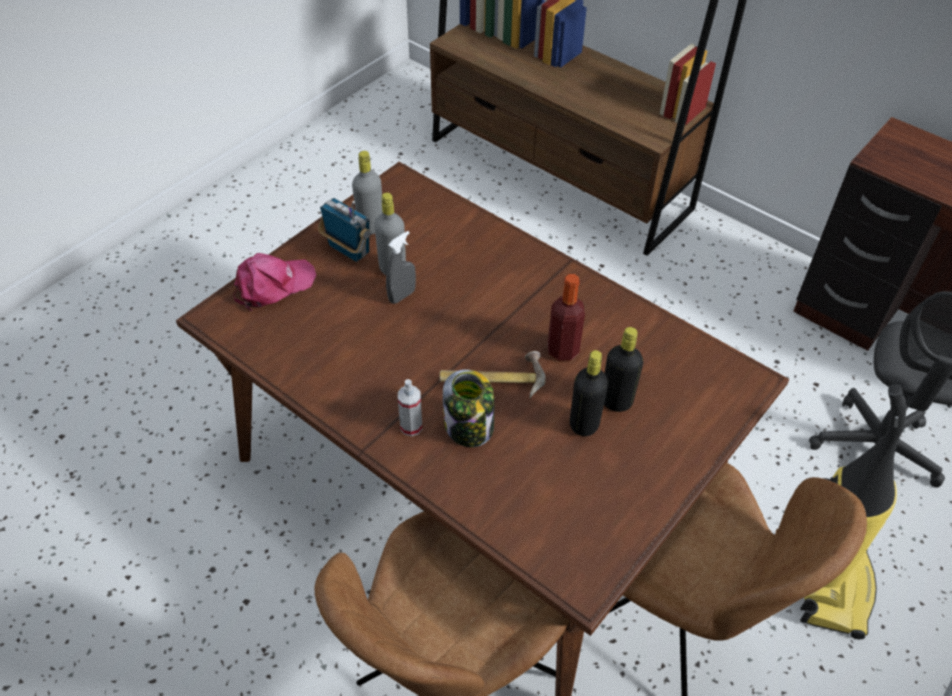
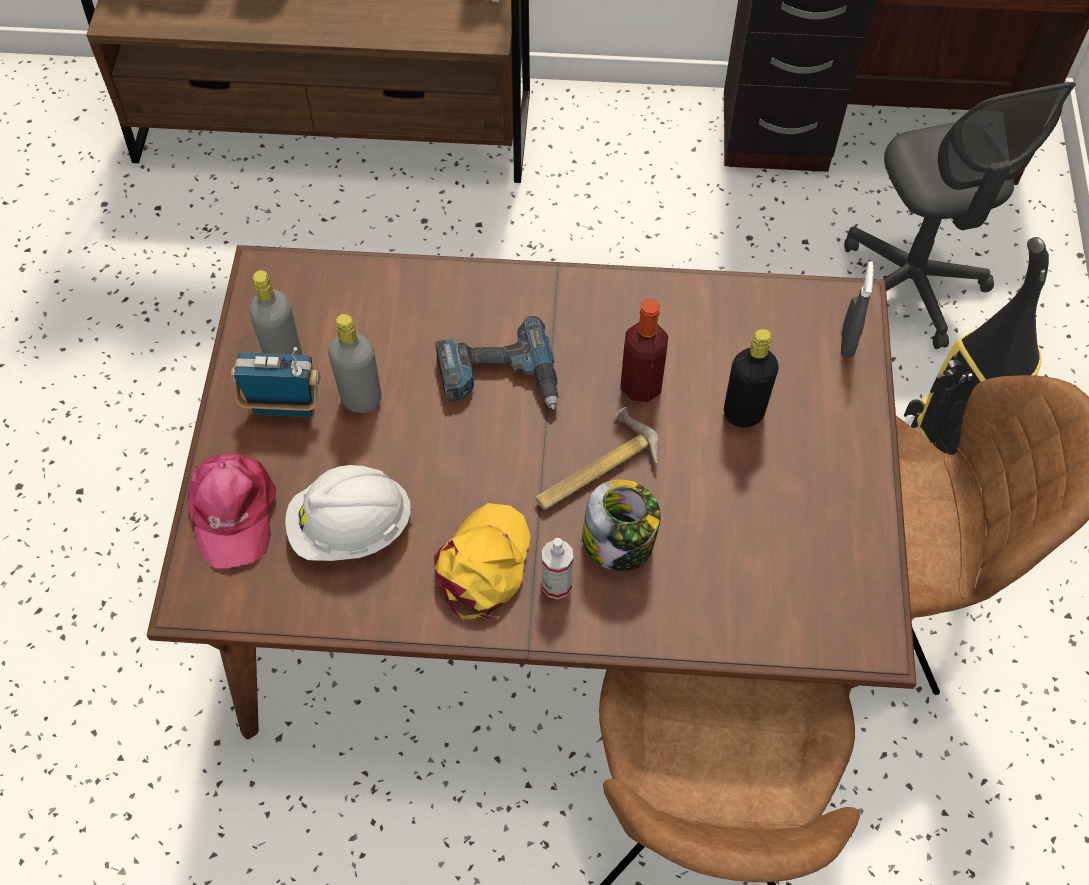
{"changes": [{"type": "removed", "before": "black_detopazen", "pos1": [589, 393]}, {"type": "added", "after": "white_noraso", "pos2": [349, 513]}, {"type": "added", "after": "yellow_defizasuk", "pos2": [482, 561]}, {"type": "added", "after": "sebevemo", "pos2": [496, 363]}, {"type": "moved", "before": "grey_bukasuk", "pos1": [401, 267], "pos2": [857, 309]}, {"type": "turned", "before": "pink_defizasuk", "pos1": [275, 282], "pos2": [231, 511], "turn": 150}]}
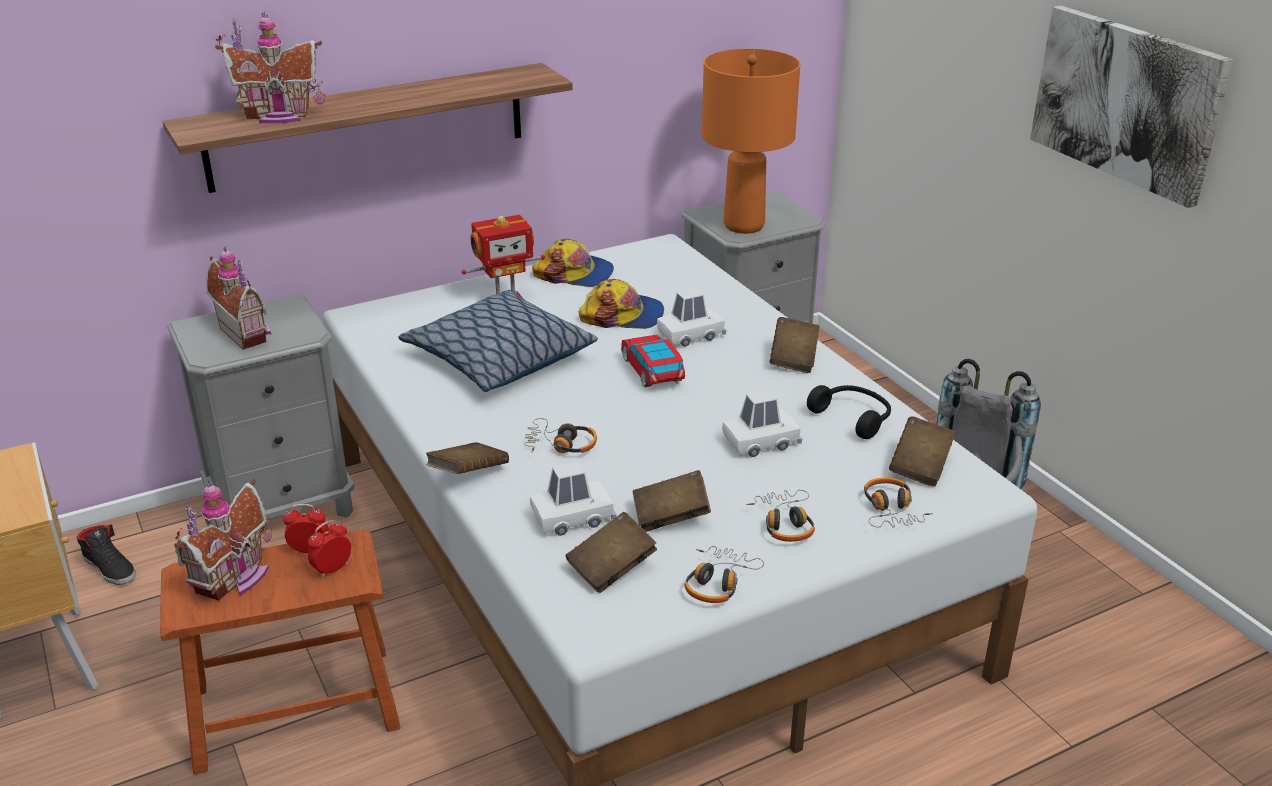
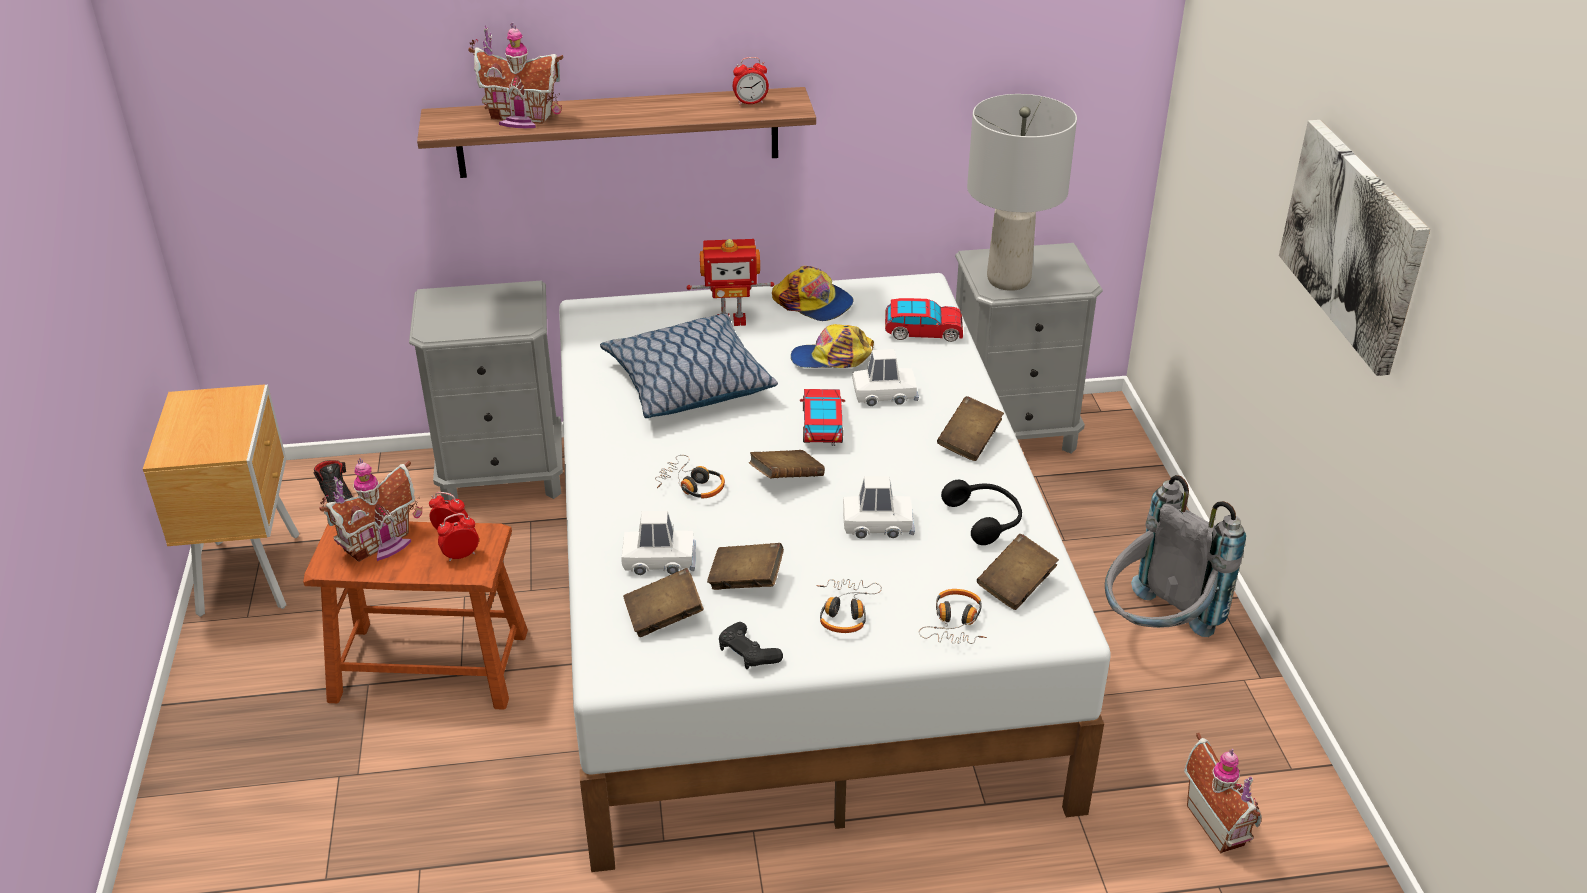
{"changes": [{"type": "added", "after": "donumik", "pos2": [751, 81]}, {"type": "added", "after": "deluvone", "pos2": [924, 320]}, {"type": "moved", "before": "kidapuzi", "pos1": [238, 298], "pos2": [1223, 793]}, {"type": "moved", "before": "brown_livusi", "pos1": [467, 458], "pos2": [787, 464]}, {"type": "replaced", "before": "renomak", "after": "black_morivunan", "pos1": [724, 574], "pos2": [751, 645]}, {"type": "recoloured", "before": "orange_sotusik", "after": "grey_sotusik", "pos1": [751, 141], "pos2": [1022, 192]}, {"type": "turned", "before": "defizasuk", "pos1": [621, 304], "pos2": [832, 346], "turn": 150}]}
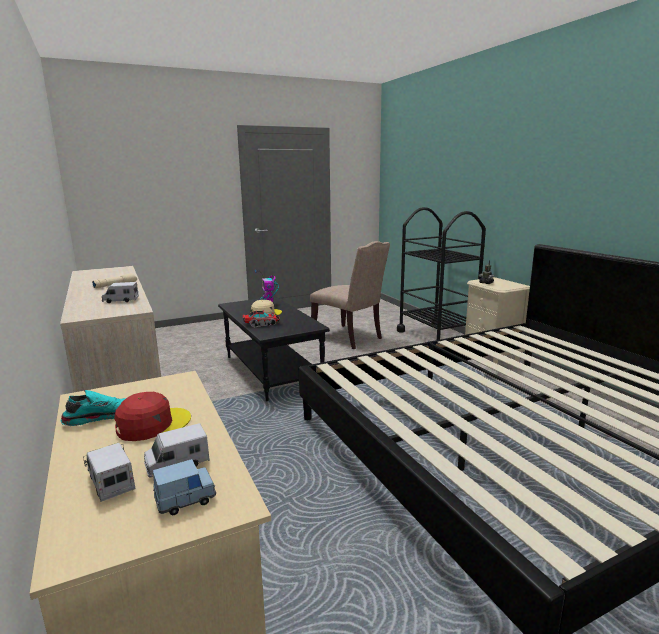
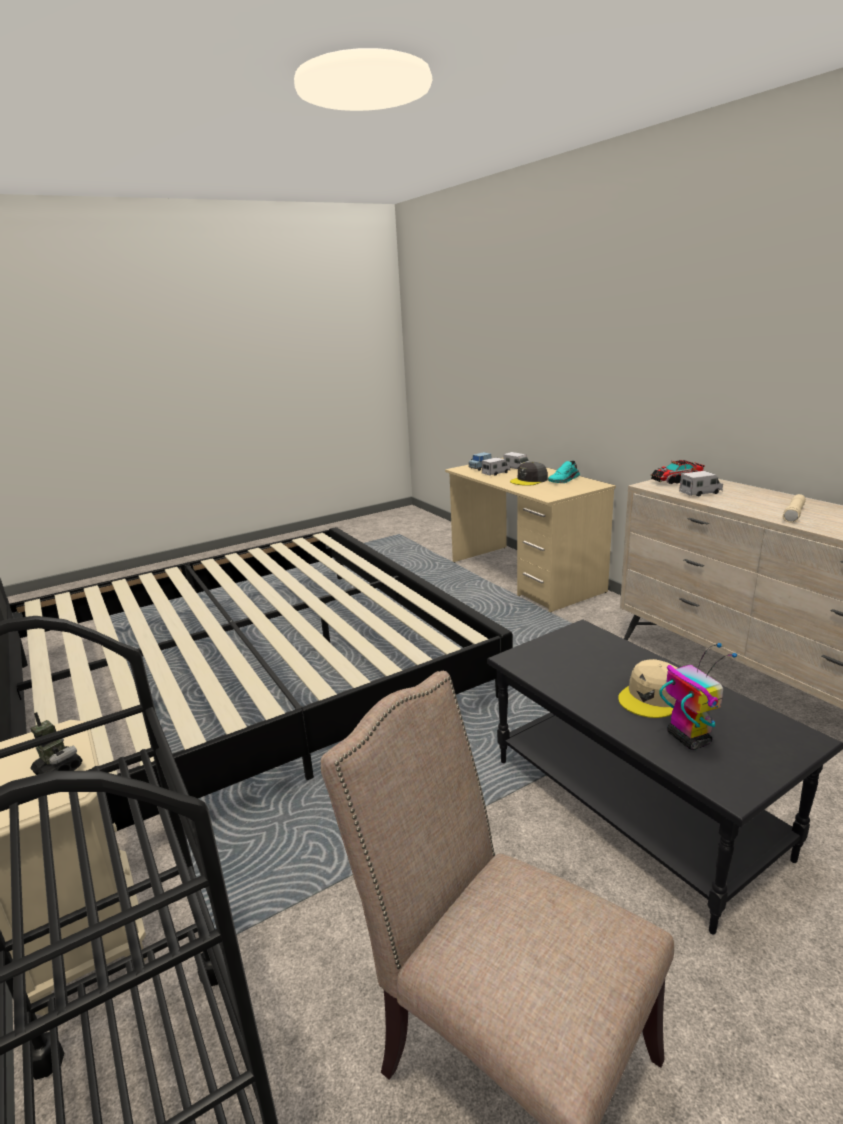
{"changes": [{"type": "moved", "before": "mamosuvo", "pos1": [261, 318], "pos2": [678, 472]}, {"type": "recoloured", "before": "red_defizasuk", "after": "grey_defizasuk", "pos1": [152, 416], "pos2": [529, 474]}]}
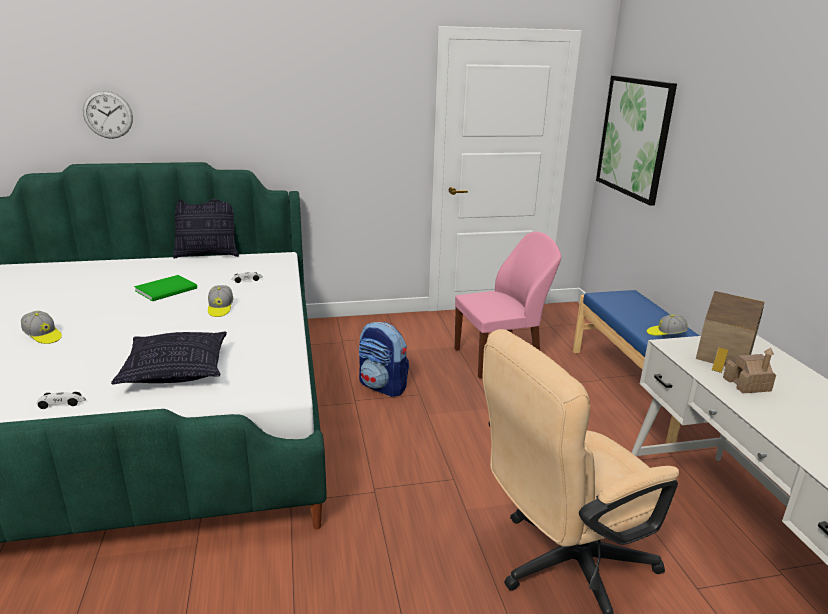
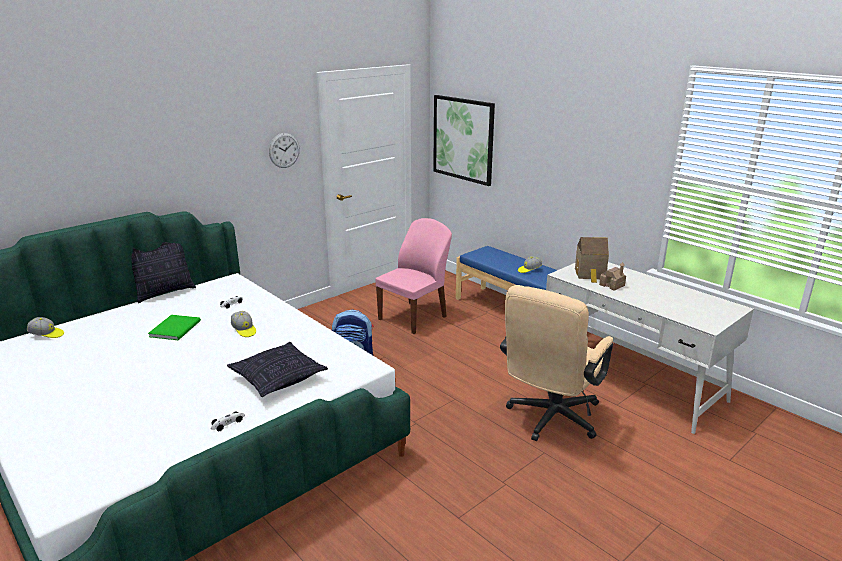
{"changes": [{"type": "moved", "before": "defizasuk", "pos1": [41, 327], "pos2": [45, 327]}, {"type": "moved", "before": "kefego", "pos1": [108, 115], "pos2": [284, 150]}]}
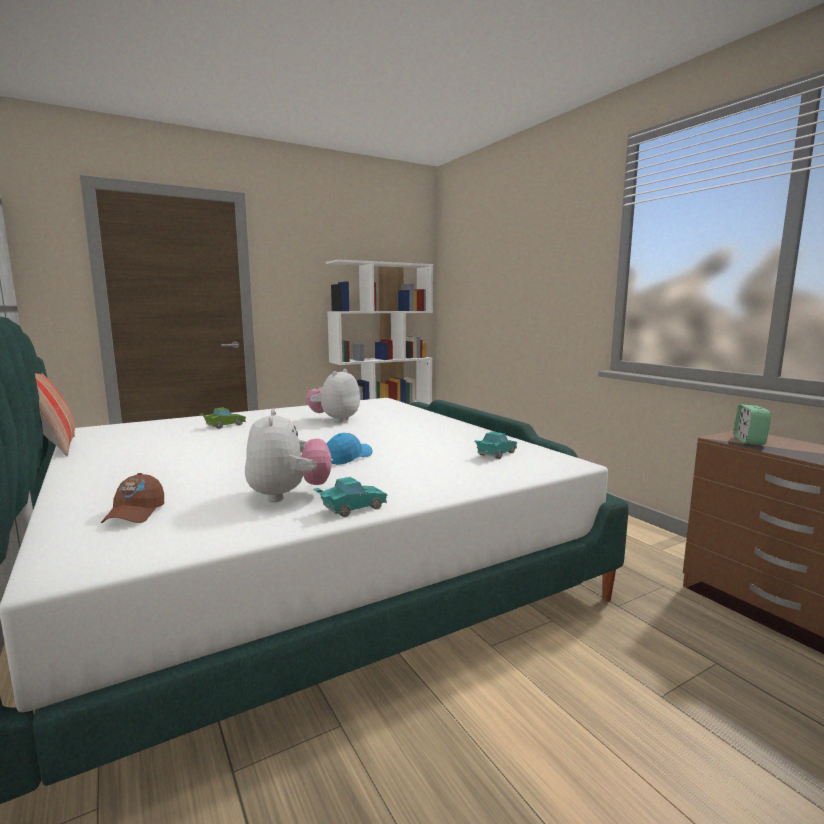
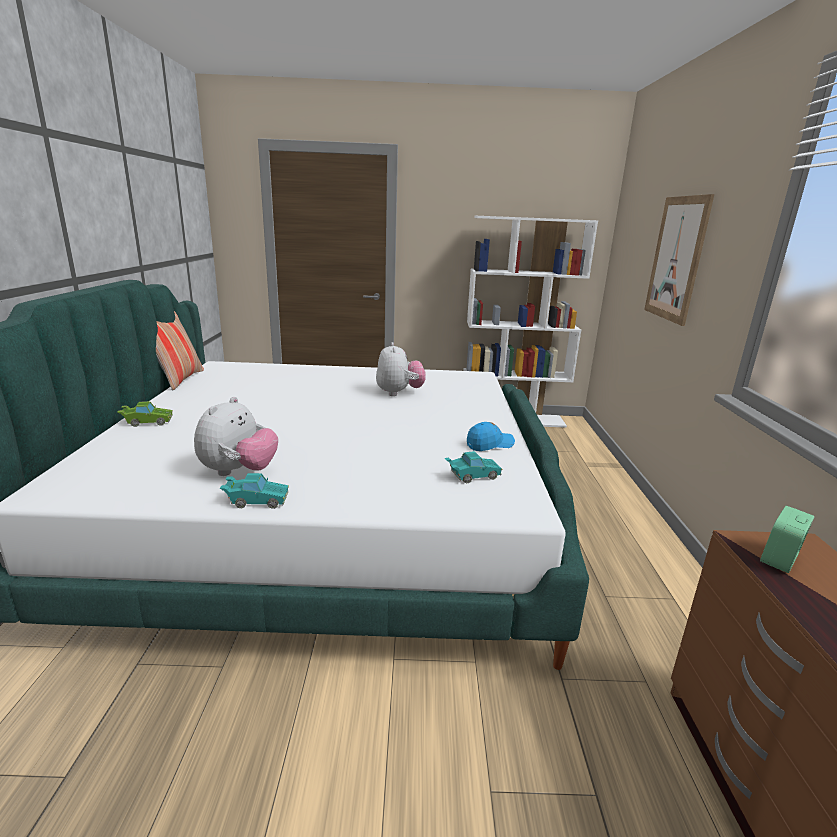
{"changes": [{"type": "removed", "before": "brown_defizasuk", "pos1": [132, 498]}, {"type": "added", "after": "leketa", "pos2": [679, 260]}, {"type": "moved", "before": "green_deluvone", "pos1": [223, 418], "pos2": [145, 414]}, {"type": "moved", "before": "blue_defizasuk", "pos1": [350, 449], "pos2": [491, 436]}, {"type": "turned", "before": "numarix", "pos1": [333, 396], "pos2": [401, 369], "turn": 120}]}
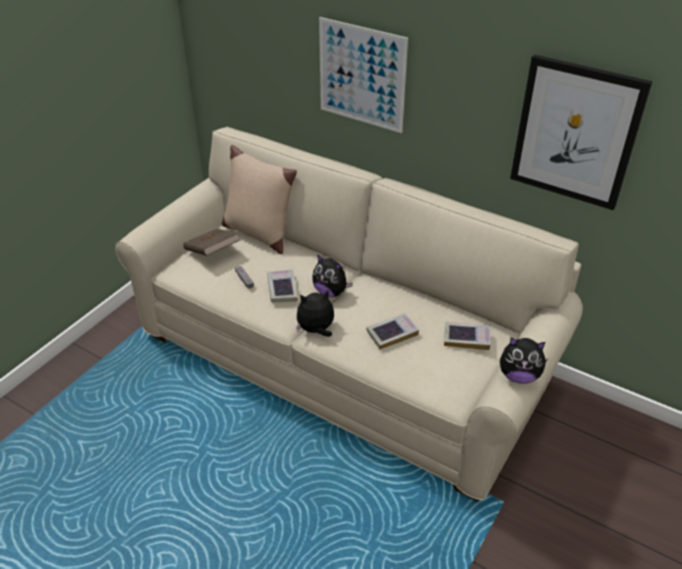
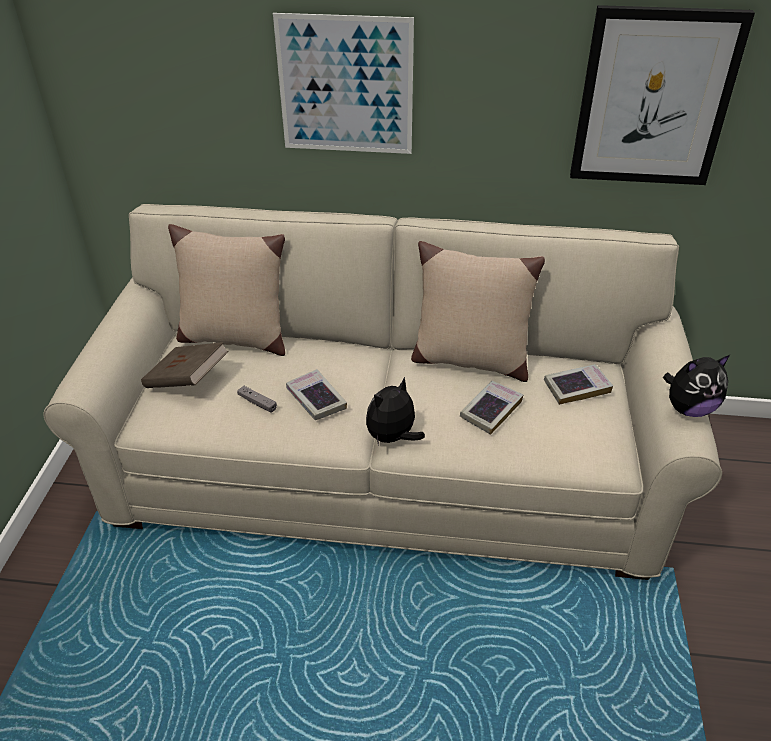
{"changes": [{"type": "removed", "before": "numarix", "pos1": [332, 275]}, {"type": "added", "after": "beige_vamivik", "pos2": [478, 311]}]}
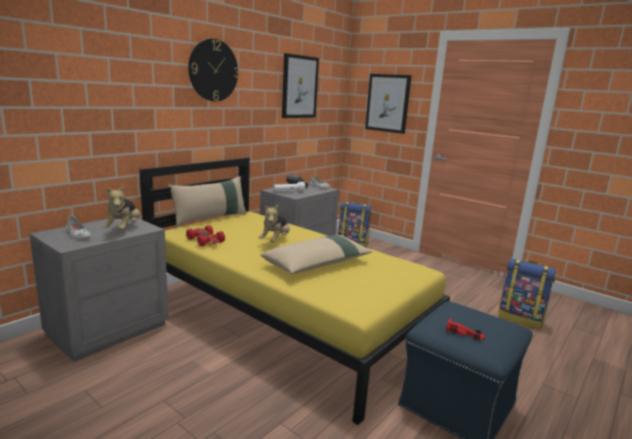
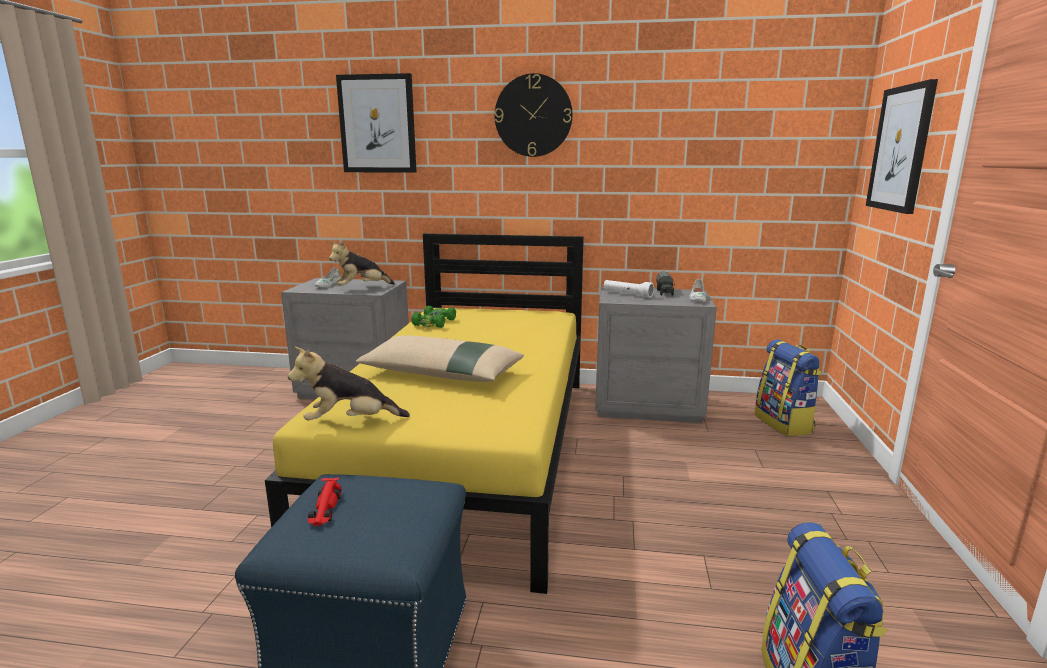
{"changes": [{"type": "removed", "before": "beige_vamivik", "pos1": [207, 201]}, {"type": "moved", "before": "numarix", "pos1": [274, 223], "pos2": [349, 384]}, {"type": "moved", "before": "leketa", "pos1": [300, 85], "pos2": [376, 123]}, {"type": "recoloured", "before": "red_deluvone", "after": "green_deluvone", "pos1": [205, 235], "pos2": [433, 317]}]}
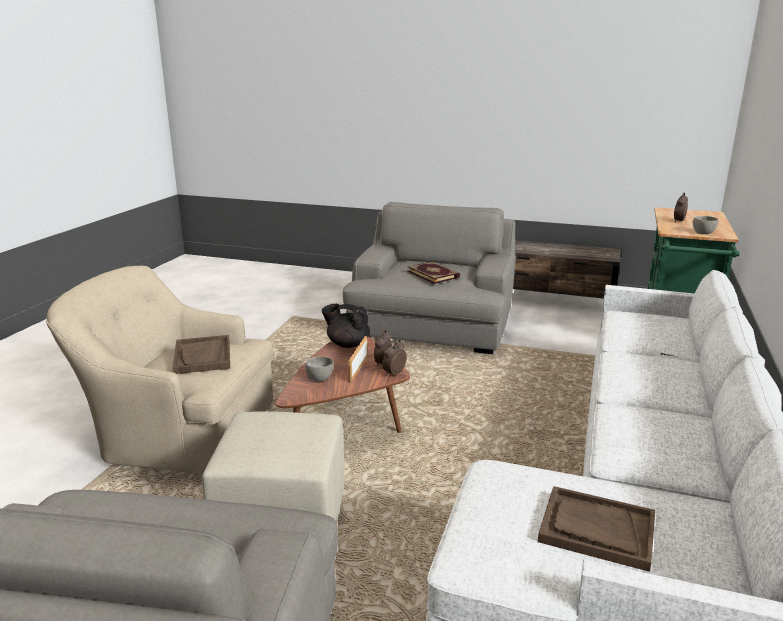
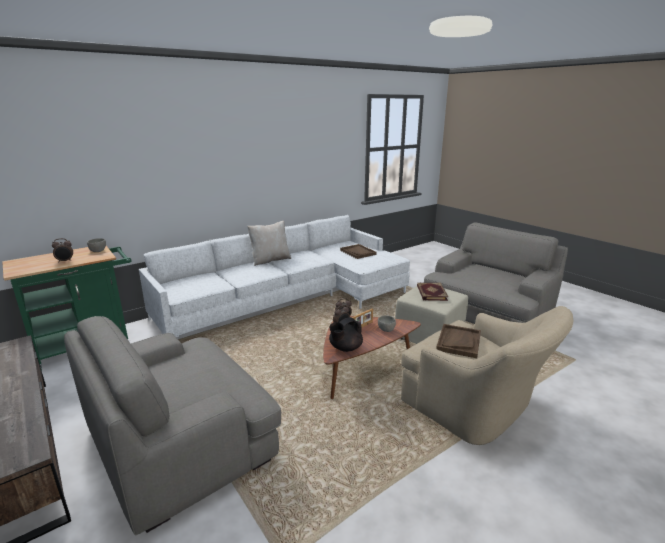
{"changes": [{"type": "added", "after": "beige_vamivik", "pos2": [269, 243]}, {"type": "moved", "before": "livusi", "pos1": [433, 273], "pos2": [432, 292]}, {"type": "turned", "before": "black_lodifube", "pos1": [346, 326], "pos2": [346, 334], "turn": 90}]}
